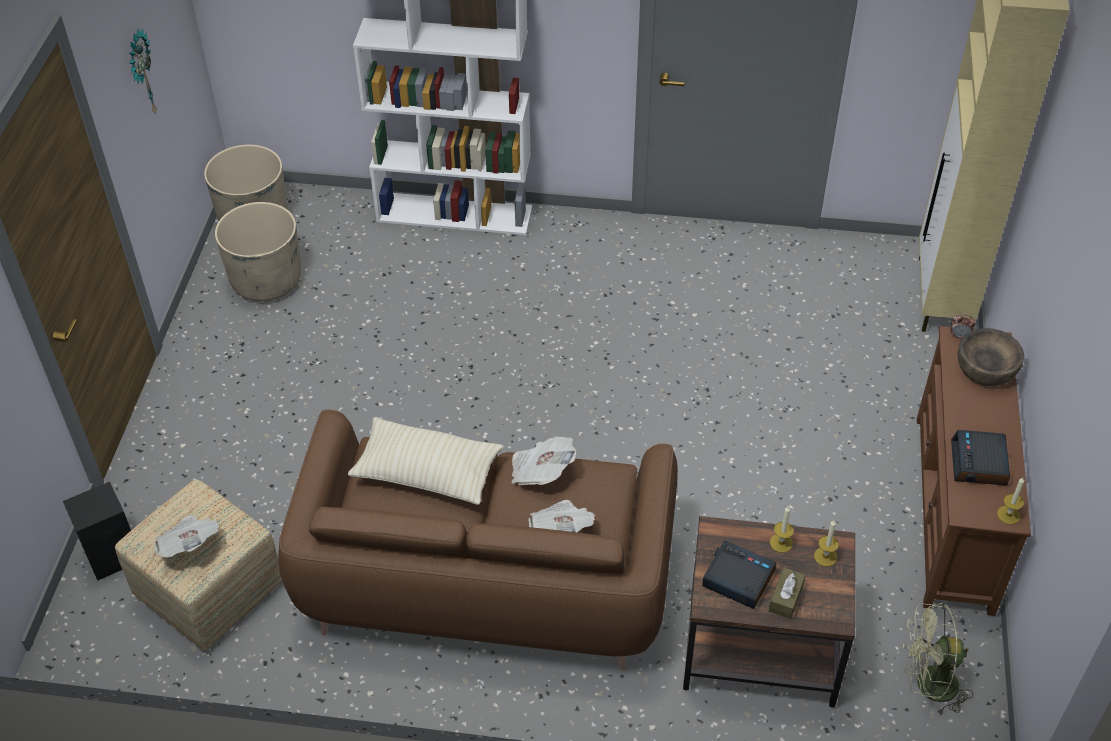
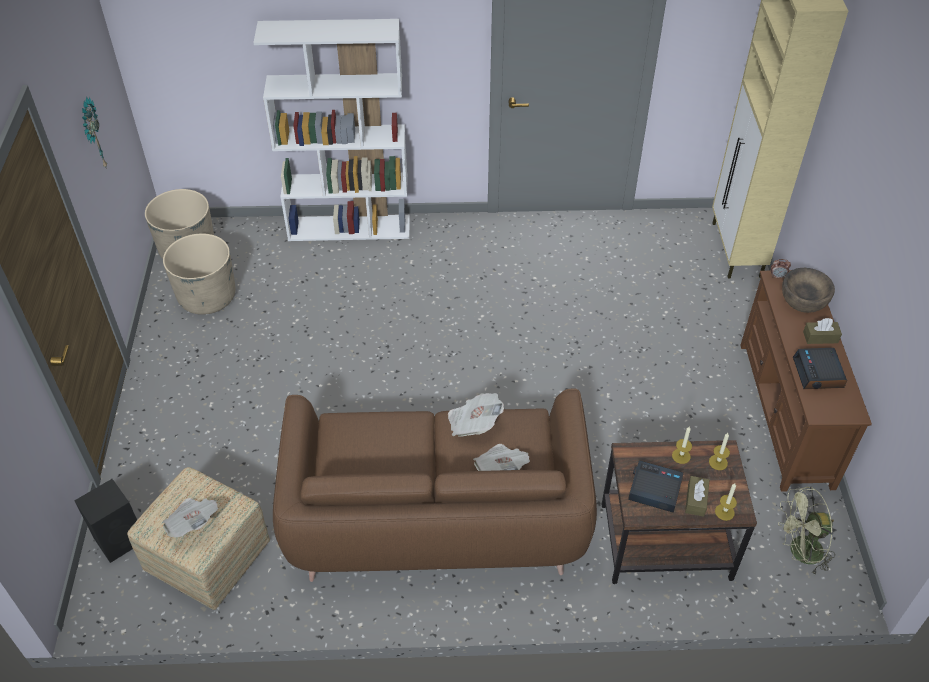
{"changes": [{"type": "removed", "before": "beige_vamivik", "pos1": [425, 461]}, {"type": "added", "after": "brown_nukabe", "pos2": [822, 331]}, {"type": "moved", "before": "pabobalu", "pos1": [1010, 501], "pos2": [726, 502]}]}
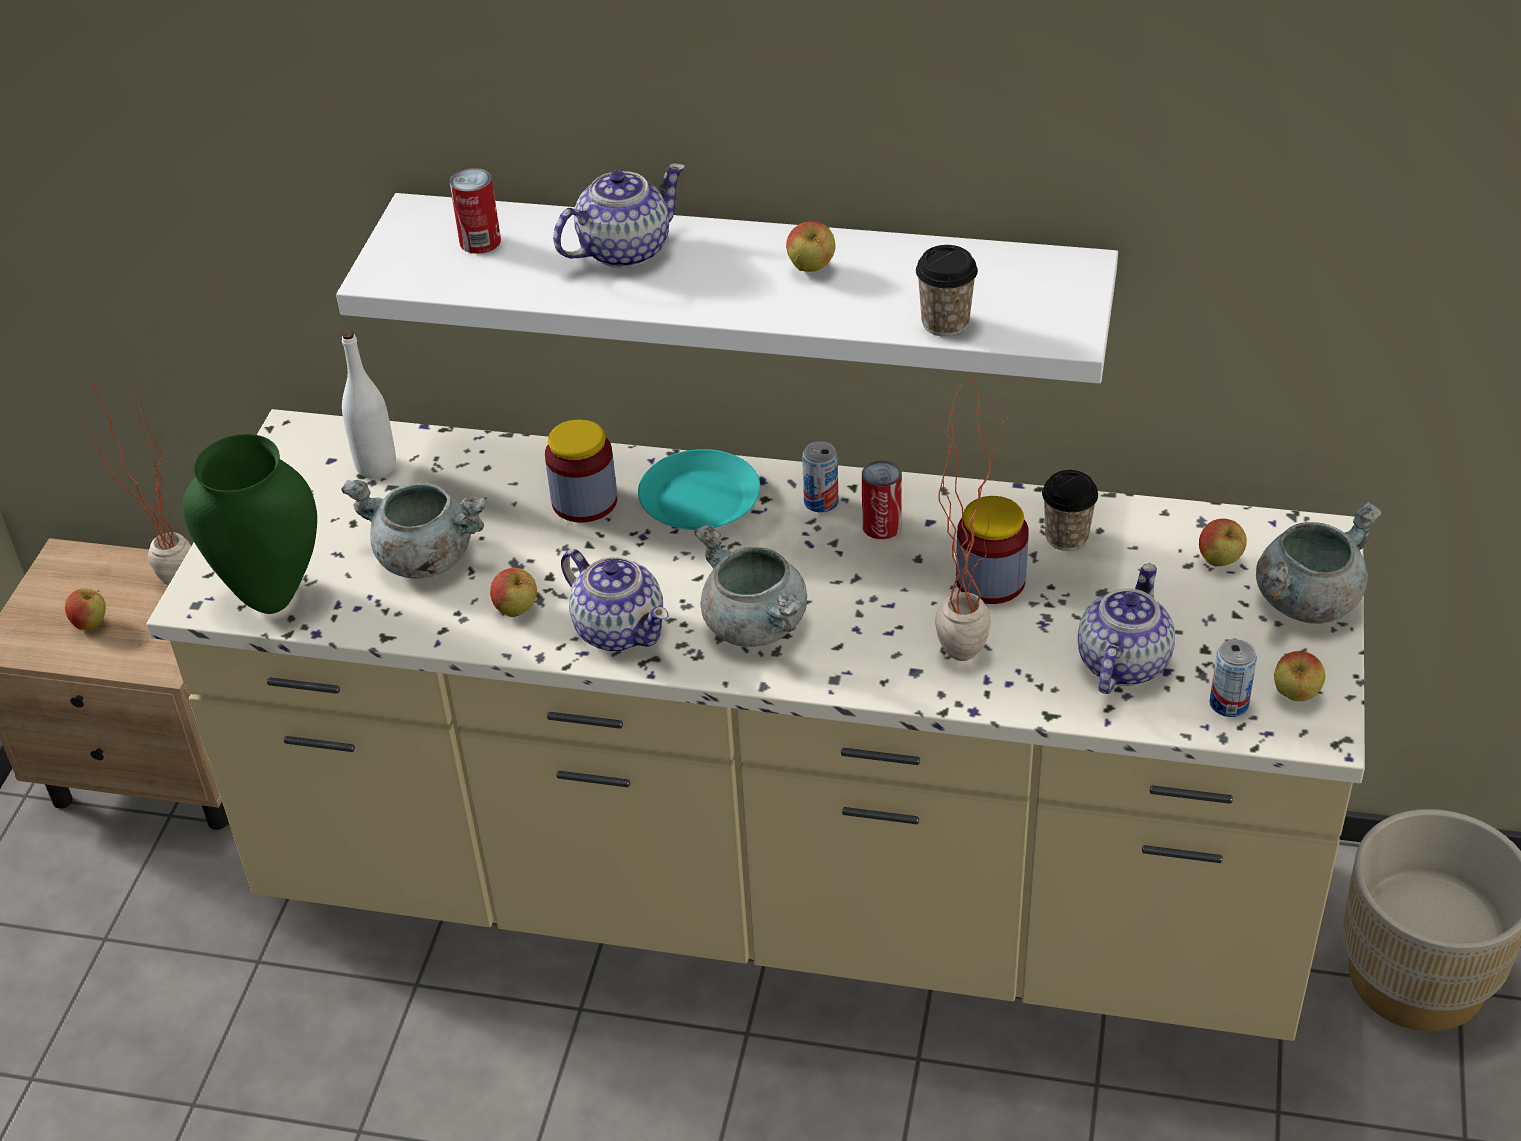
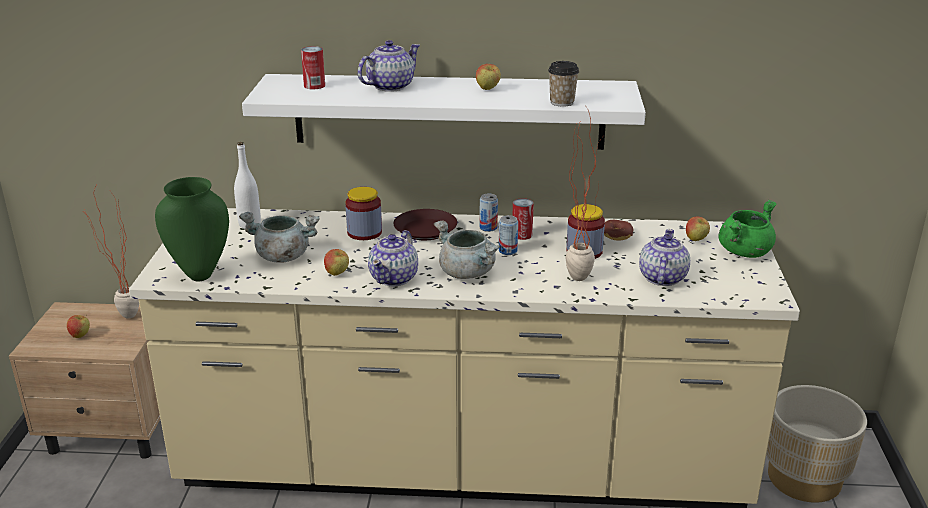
{"changes": [{"type": "removed", "before": "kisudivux", "pos1": [1299, 676]}, {"type": "moved", "before": "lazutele", "pos1": [1233, 678], "pos2": [508, 235]}, {"type": "replaced", "before": "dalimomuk", "after": "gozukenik", "pos1": [1070, 510], "pos2": [618, 230]}, {"type": "recoloured", "before": "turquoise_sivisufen", "after": "brown_sivisufen", "pos1": [699, 489], "pos2": [425, 224]}, {"type": "recoloured", "before": "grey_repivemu", "after": "green_repivemu", "pos1": [1318, 563], "pos2": [747, 229]}, {"type": "turned", "before": "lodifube", "pos1": [615, 600], "pos2": [393, 258], "turn": 75}]}
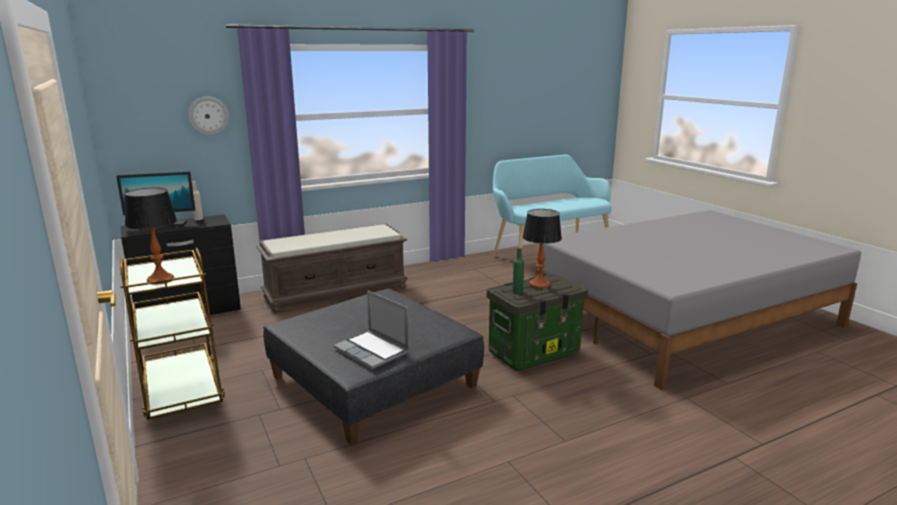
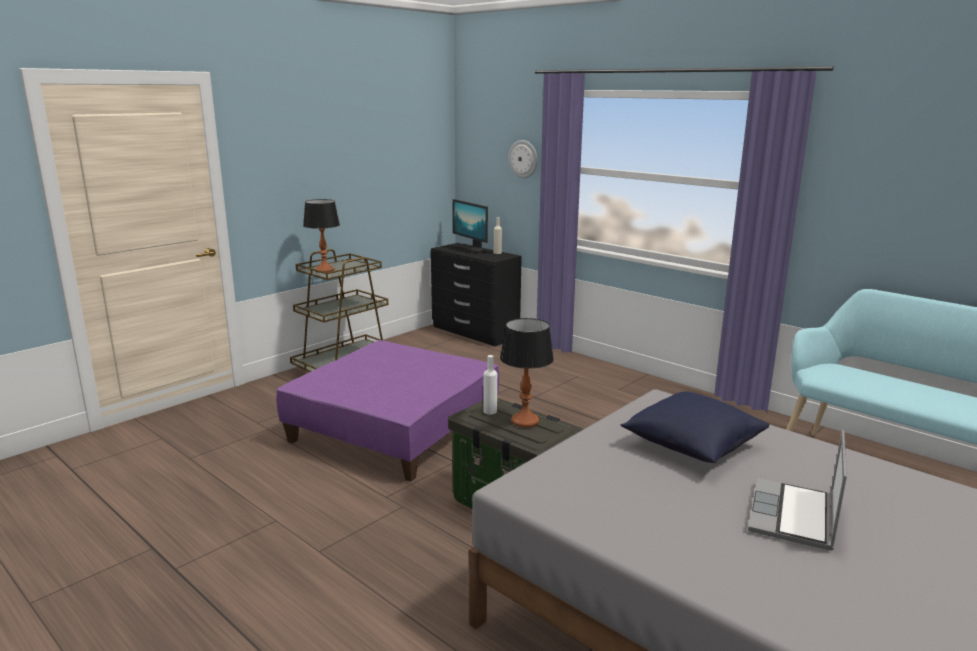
{"changes": [{"type": "removed", "before": "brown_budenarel", "pos1": [332, 268]}, {"type": "added", "after": "blue_vamivik", "pos2": [695, 427]}, {"type": "moved", "before": "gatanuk", "pos1": [371, 329], "pos2": [797, 490]}, {"type": "recoloured", "before": "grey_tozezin", "after": "purple_tozezin", "pos1": [373, 367], "pos2": [387, 411]}, {"type": "recoloured", "before": "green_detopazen", "after": "white_detopazen", "pos1": [518, 270], "pos2": [490, 385]}]}
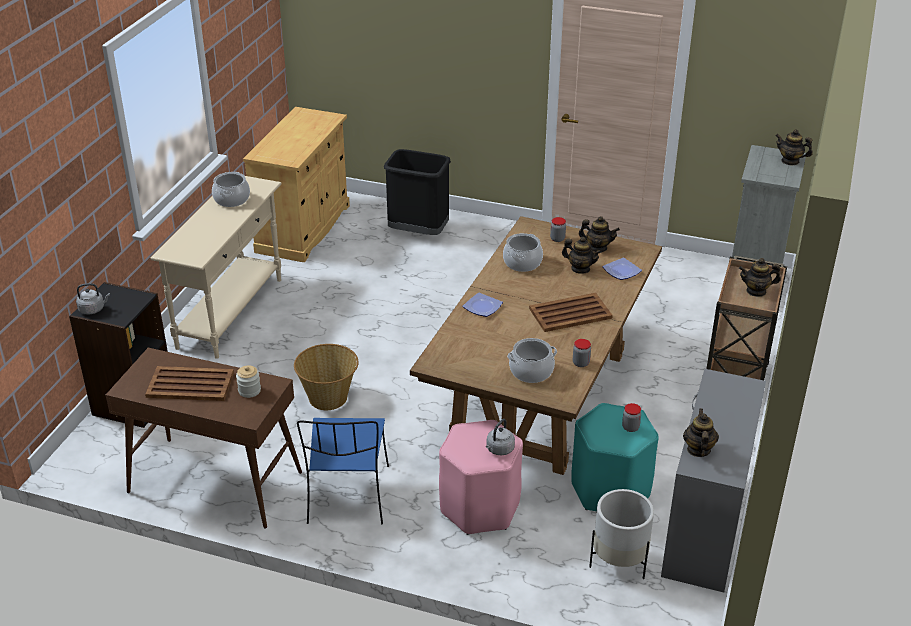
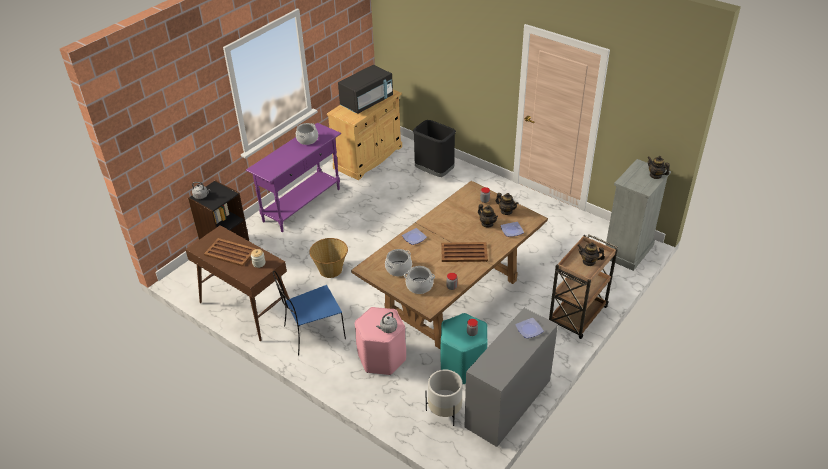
{"changes": [{"type": "removed", "before": "lodifube", "pos1": [701, 433]}, {"type": "added", "after": "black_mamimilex", "pos2": [365, 89]}, {"type": "added", "after": "sivisufen", "pos2": [529, 328]}, {"type": "moved", "before": "repivemu", "pos1": [523, 252], "pos2": [398, 262]}, {"type": "recoloured", "before": "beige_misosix", "after": "purple_misosix", "pos1": [216, 267], "pos2": [293, 177]}, {"type": "turned", "before": "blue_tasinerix", "pos1": [343, 471], "pos2": [309, 313], "turn": 45}]}
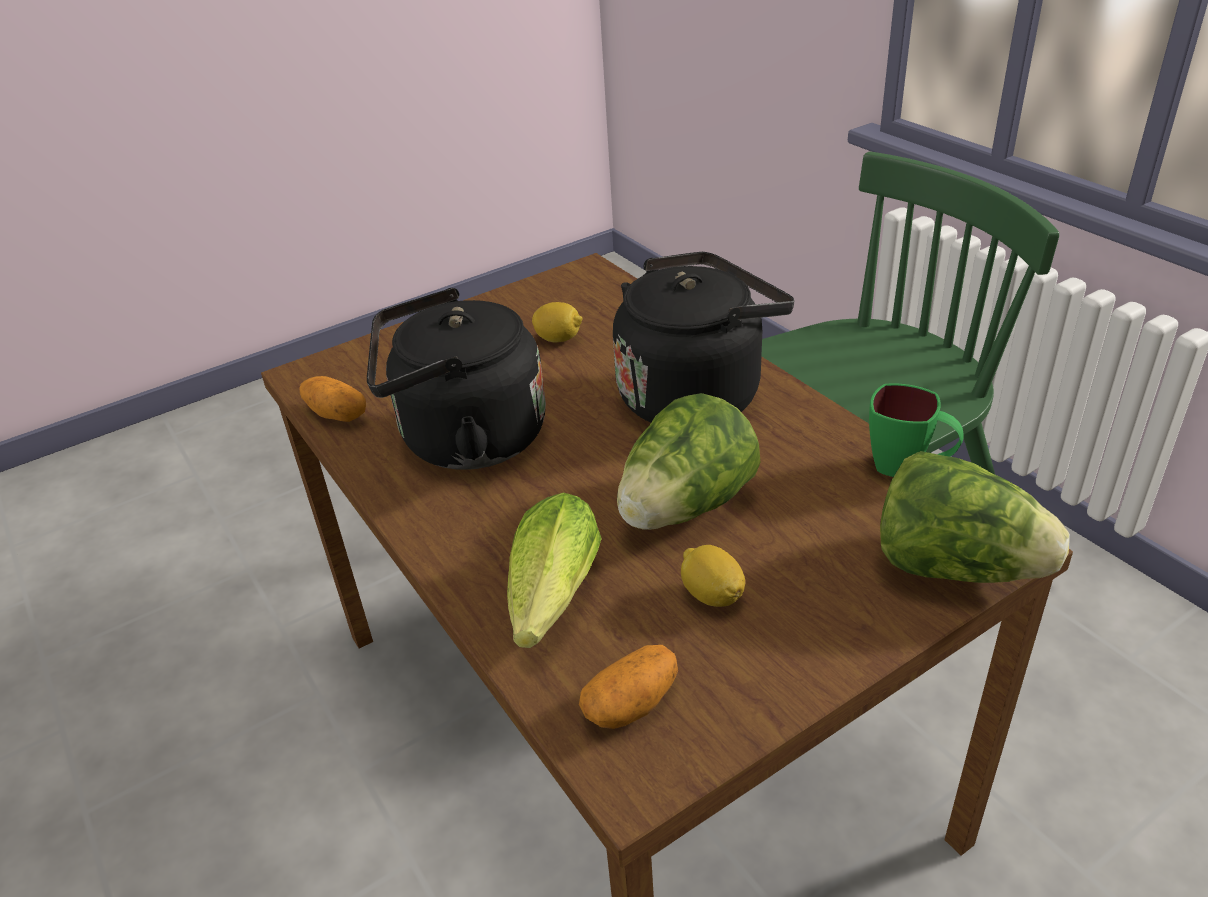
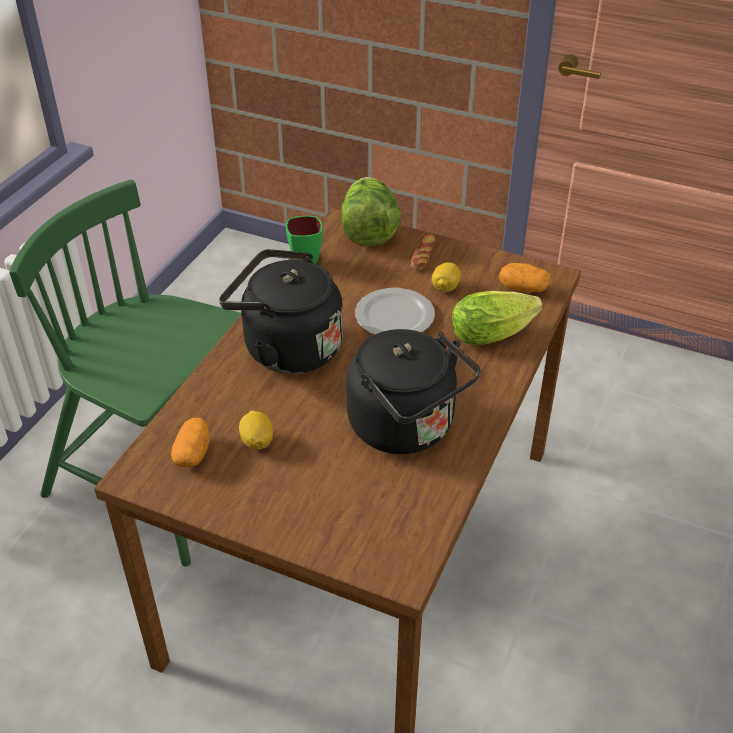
{"changes": [{"type": "added", "after": "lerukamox", "pos2": [423, 252]}, {"type": "moved", "before": "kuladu", "pos1": [333, 399], "pos2": [190, 442]}, {"type": "replaced", "before": "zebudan", "after": "sivisufen", "pos1": [688, 461], "pos2": [395, 311]}]}
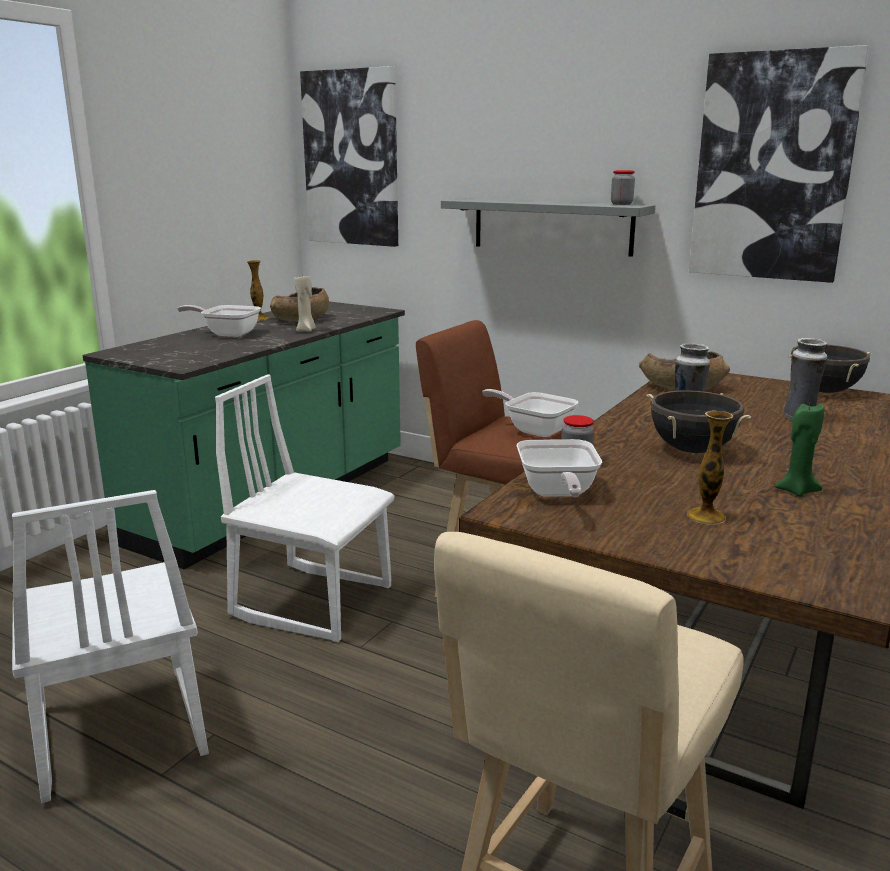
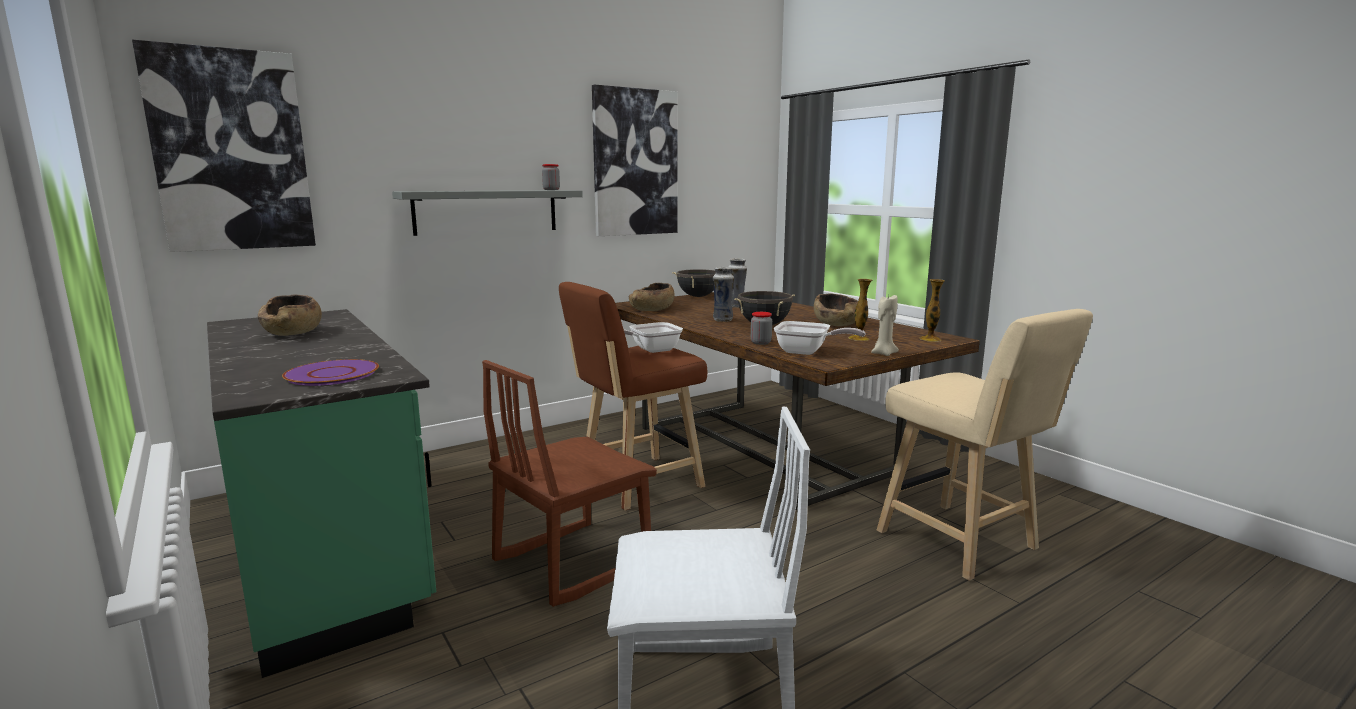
{"changes": [{"type": "removed", "before": "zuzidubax", "pos1": [219, 321]}, {"type": "added", "after": "purple_sivisufen", "pos2": [330, 372]}, {"type": "moved", "before": "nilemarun", "pos1": [258, 290], "pos2": [932, 310]}, {"type": "moved", "before": "beige_pabobalu", "pos1": [305, 302], "pos2": [885, 325]}, {"type": "replaced", "before": "green_pabobalu", "after": "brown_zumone", "pos1": [799, 450], "pos2": [836, 309]}, {"type": "recoloured", "before": "white_tasinerix", "after": "brown_tasinerix", "pos1": [305, 508], "pos2": [569, 483]}]}
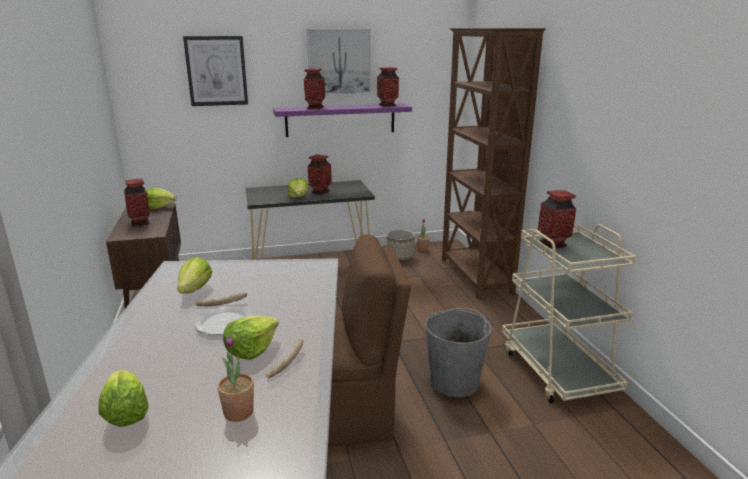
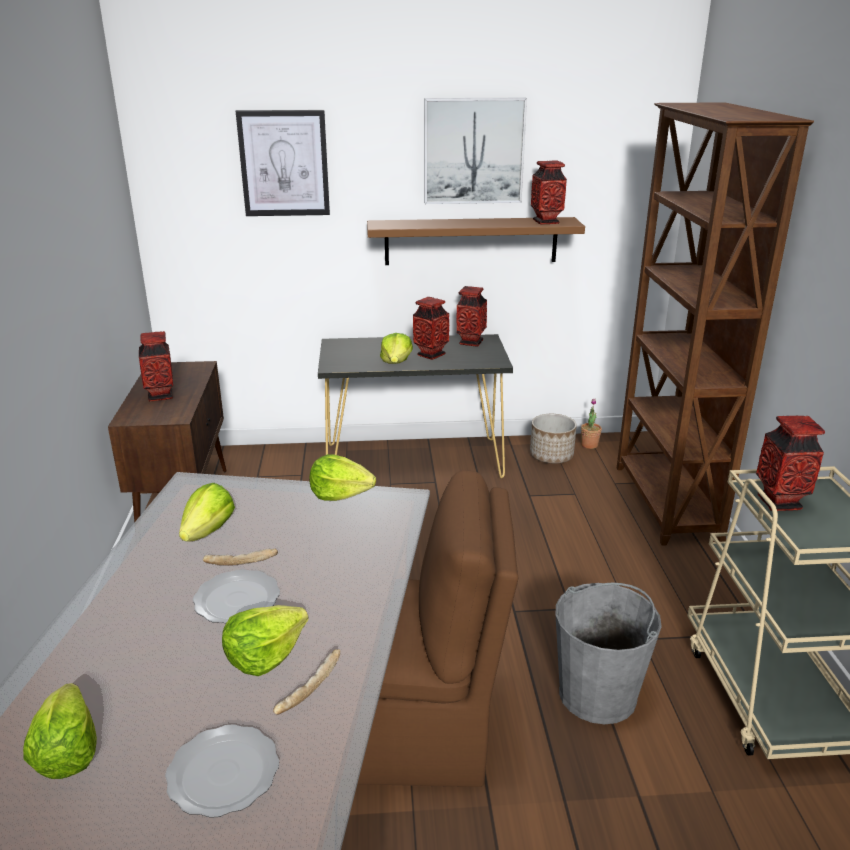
{"changes": [{"type": "moved", "before": "zebudan", "pos1": [161, 198], "pos2": [343, 477]}, {"type": "moved", "before": "nilemarun", "pos1": [314, 89], "pos2": [472, 316]}, {"type": "replaced", "before": "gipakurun", "after": "sivisufen", "pos1": [235, 378], "pos2": [222, 771]}, {"type": "recoloured", "before": "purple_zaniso", "after": "brown_zaniso", "pos1": [342, 120], "pos2": [476, 241]}]}
